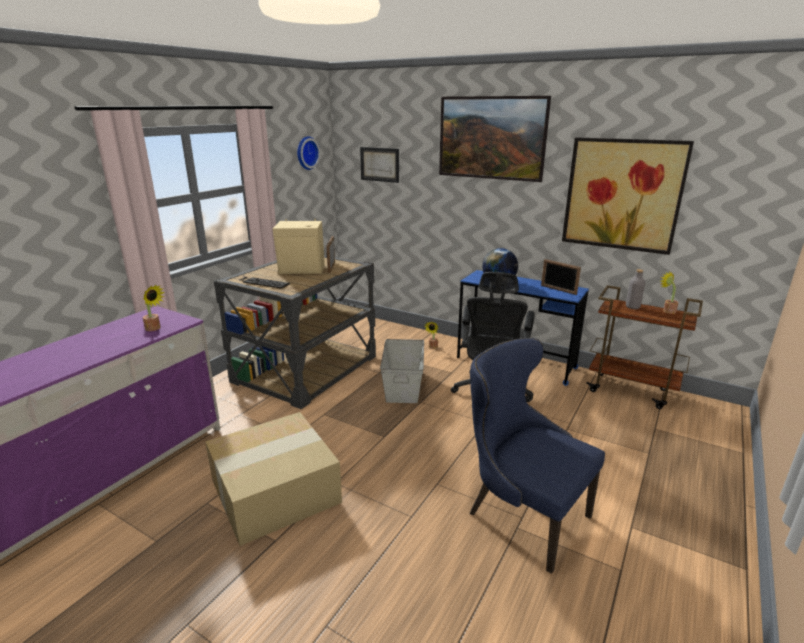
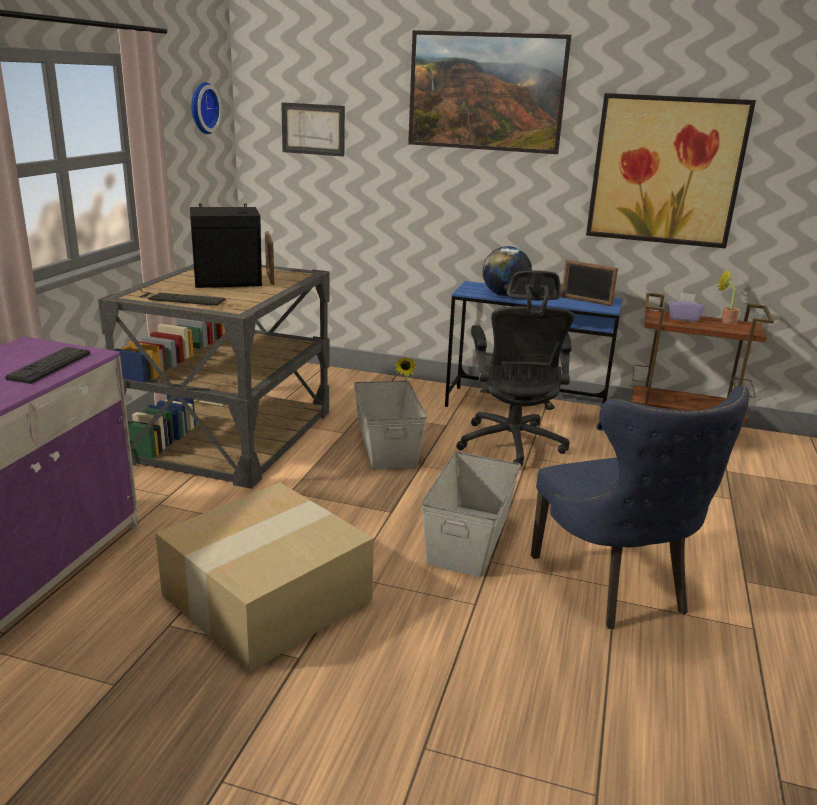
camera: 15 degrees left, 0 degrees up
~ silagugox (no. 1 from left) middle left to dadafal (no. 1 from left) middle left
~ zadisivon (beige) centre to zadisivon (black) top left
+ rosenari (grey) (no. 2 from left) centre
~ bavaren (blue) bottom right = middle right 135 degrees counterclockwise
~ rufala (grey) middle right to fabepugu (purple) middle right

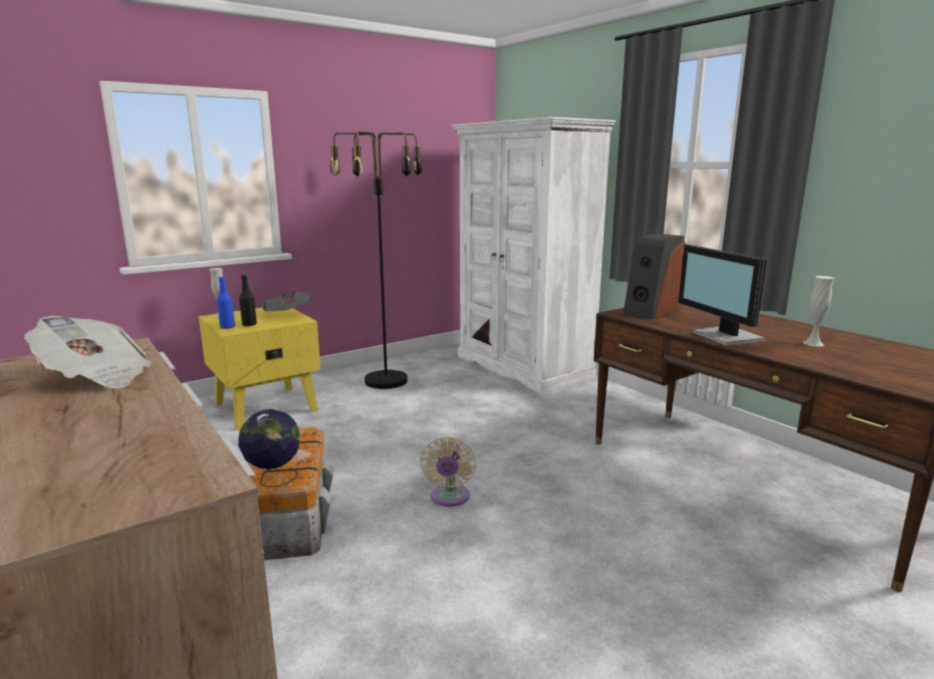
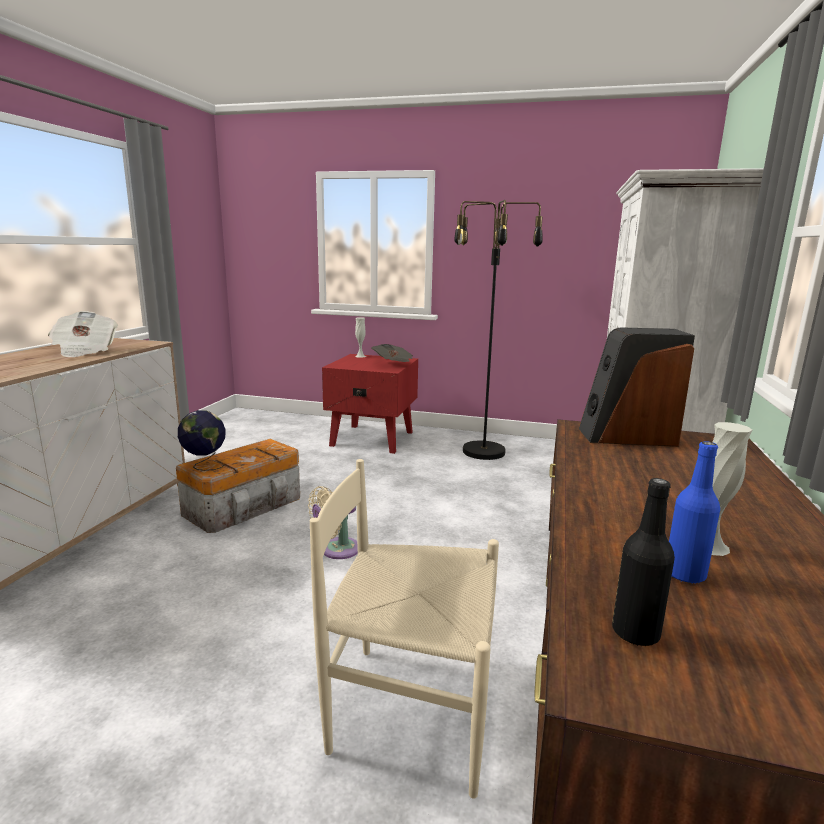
camera: 50 degrees right, 0 degrees up
+ bavaren (beige) bottom centre
~ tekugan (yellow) middle left to tekugan (red) centre
~ rufala (black) middle left to bottom right
~ rufala (blue) middle left to middle right
- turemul middle right

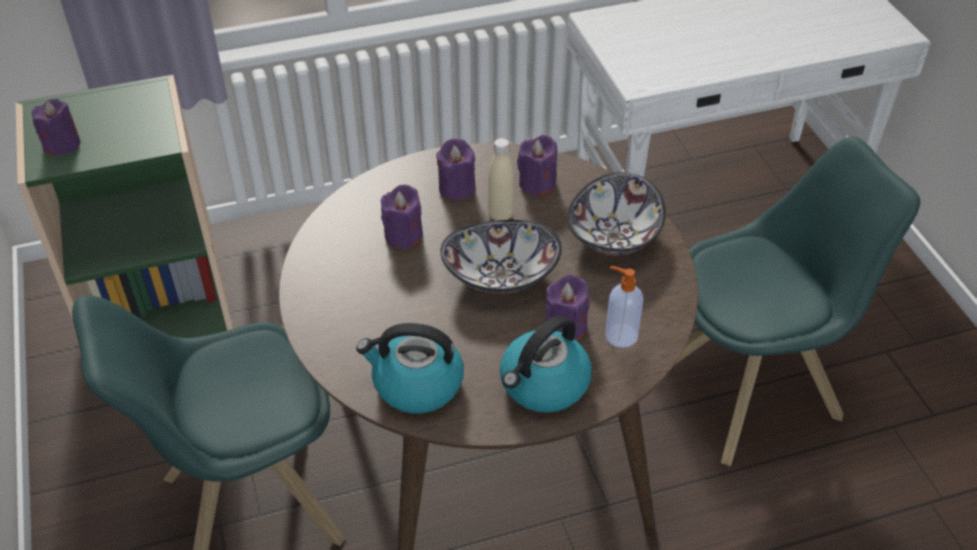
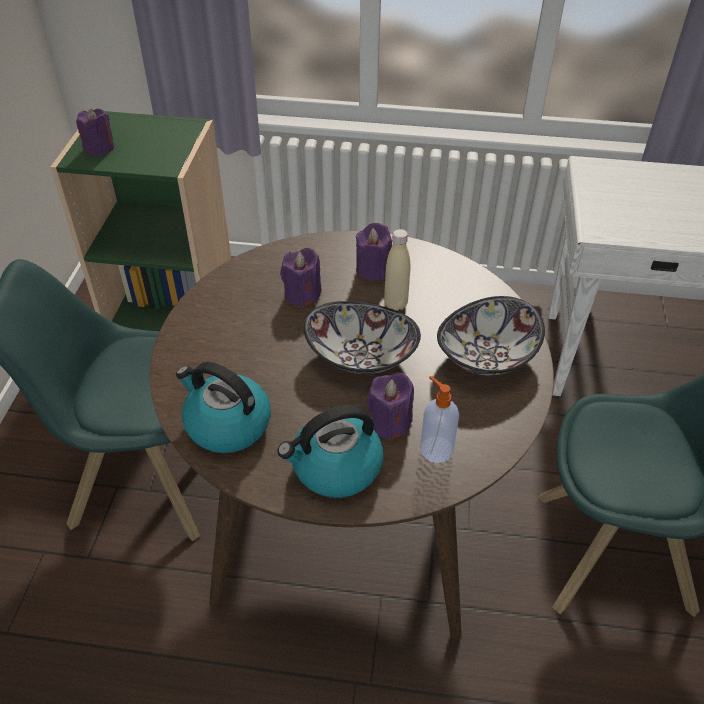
camera: 25 degrees right, 0 degrees up
- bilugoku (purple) (no. 4 from left) top centre

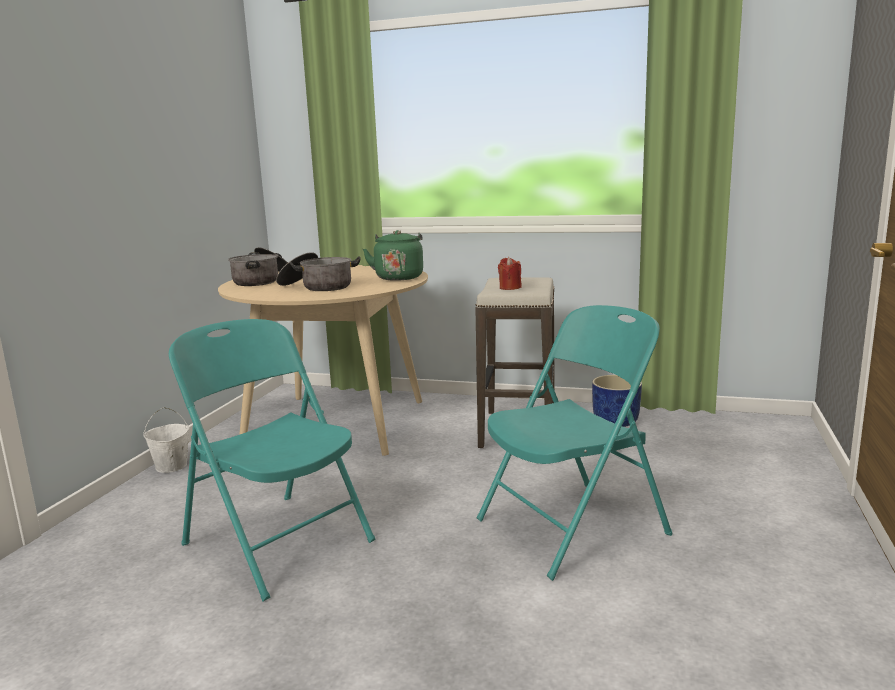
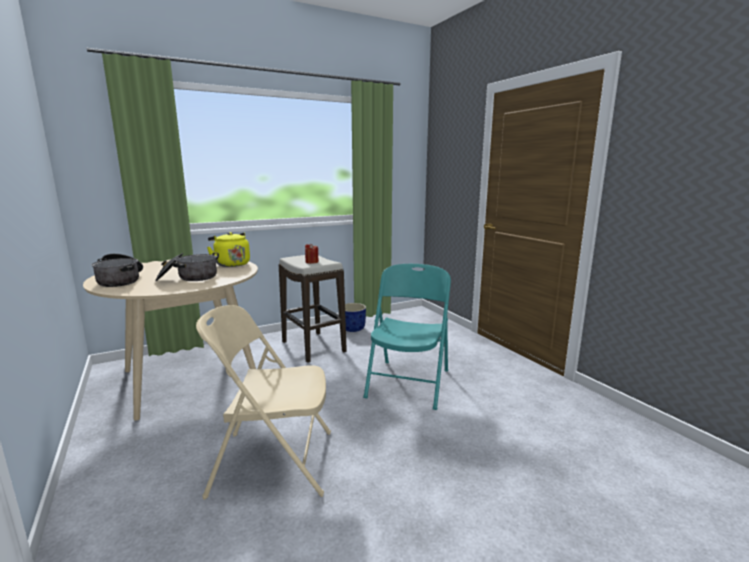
camera: 45 degrees left, 0 degrees up
~ bavaren (turquoise) (no. 1 from left) bottom left to bavaren (beige) bottom centre
~ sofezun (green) centre to sofezun (yellow) middle left
- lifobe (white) middle left

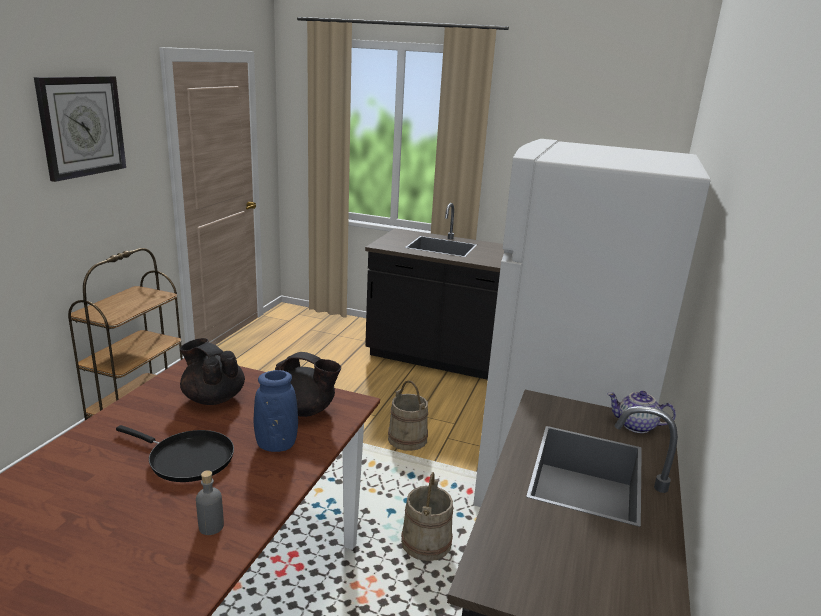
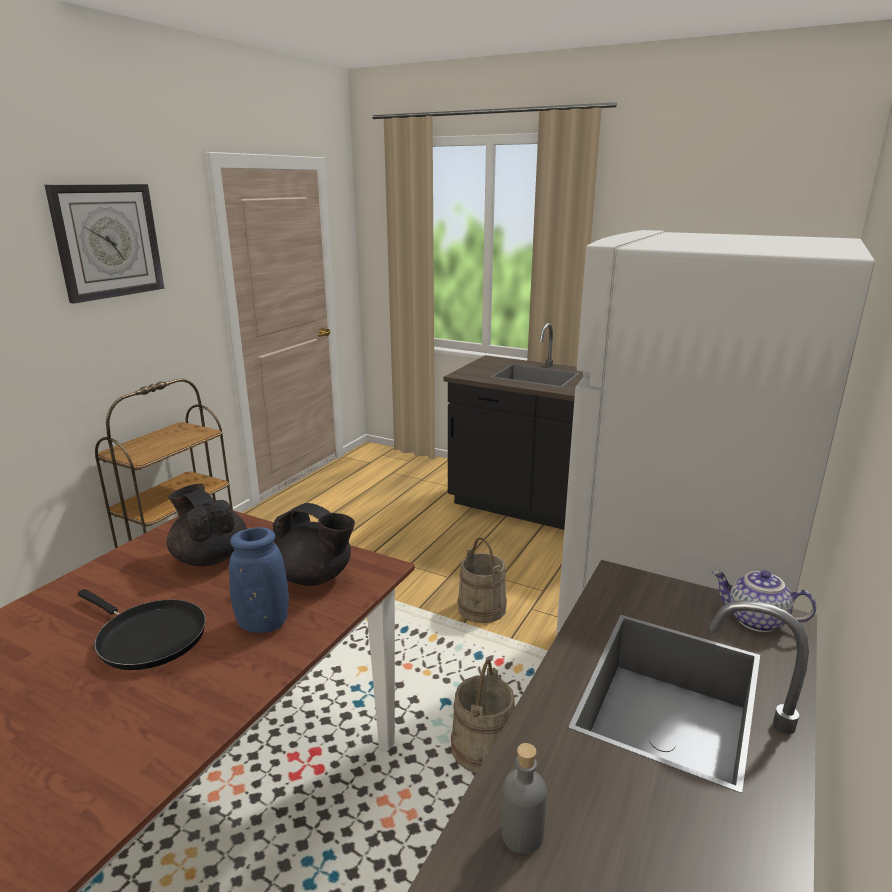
camera: 10 degrees right, 0 degrees up
~ rufala (grey) bottom left to bottom centre

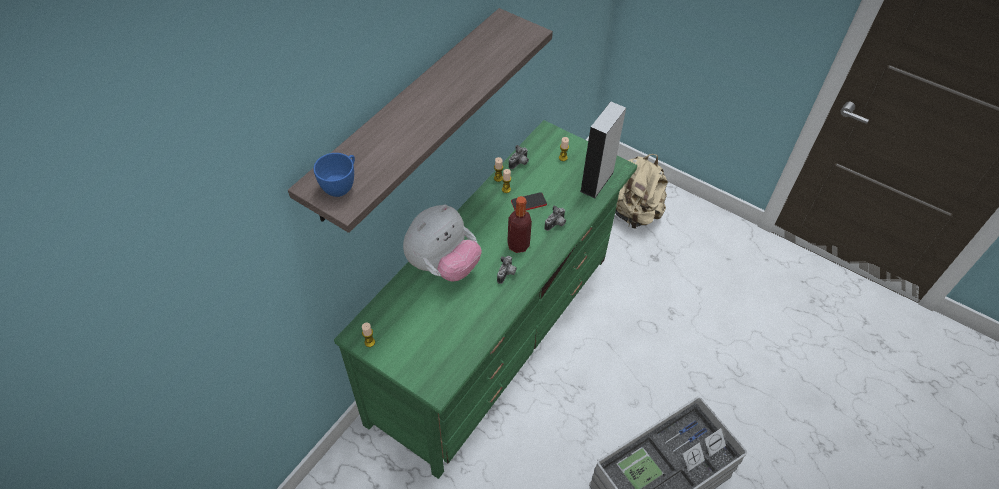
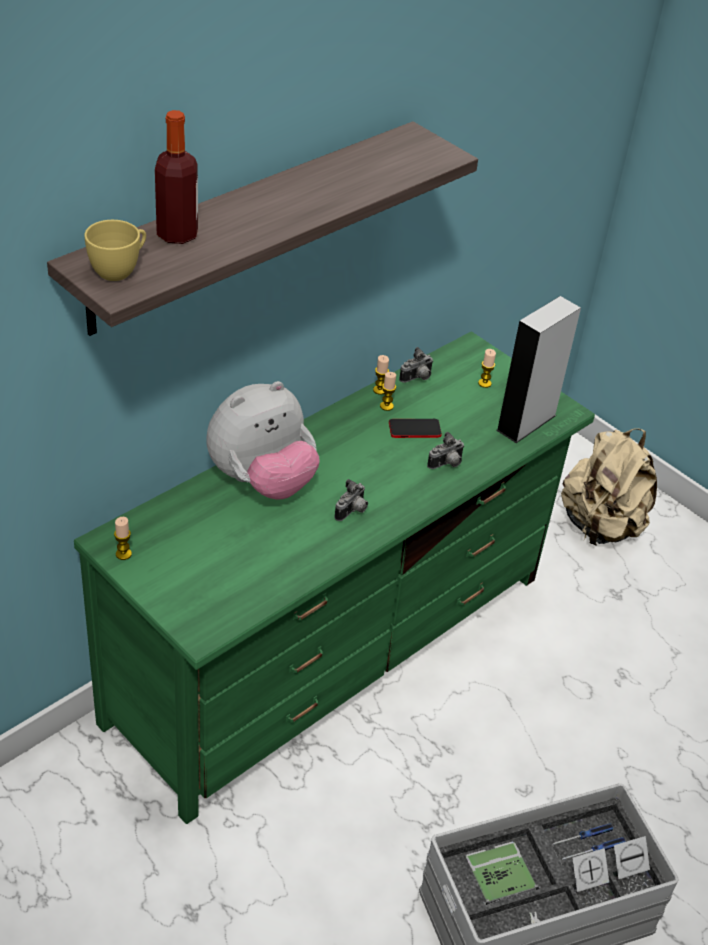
camera: 10 degrees right, 10 degrees down
~ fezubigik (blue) centre to fezubigik (yellow) top left
~ rufala centre to top left

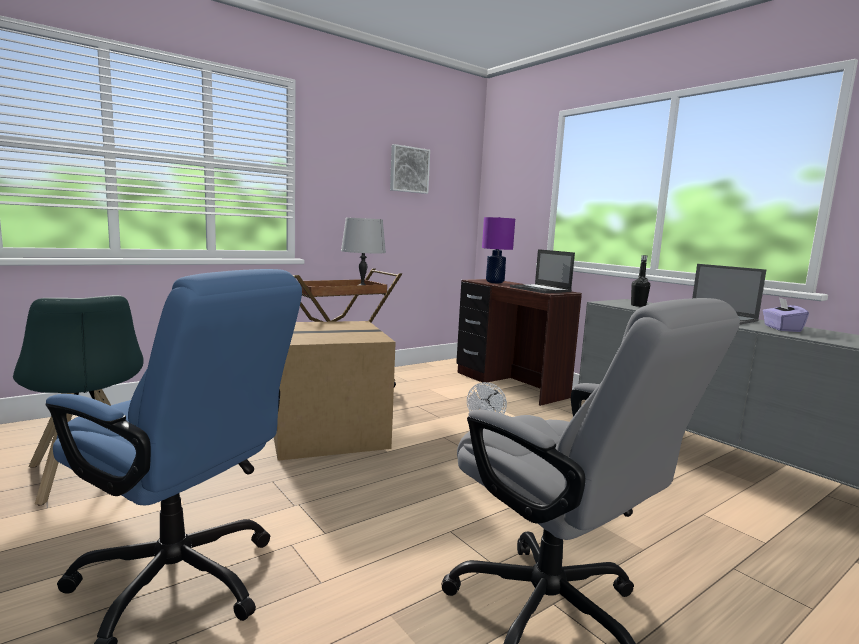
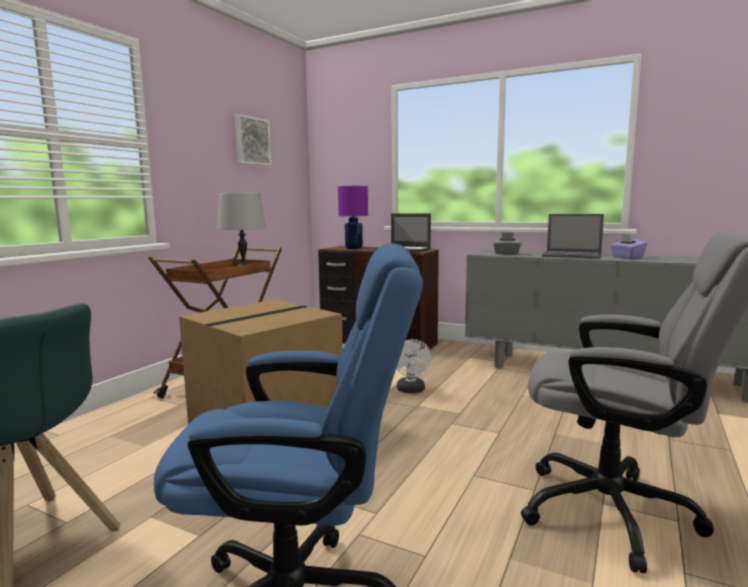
camera: 25 degrees left, 0 degrees up
~ rufala (black) middle right to fabepugu (grey) middle right

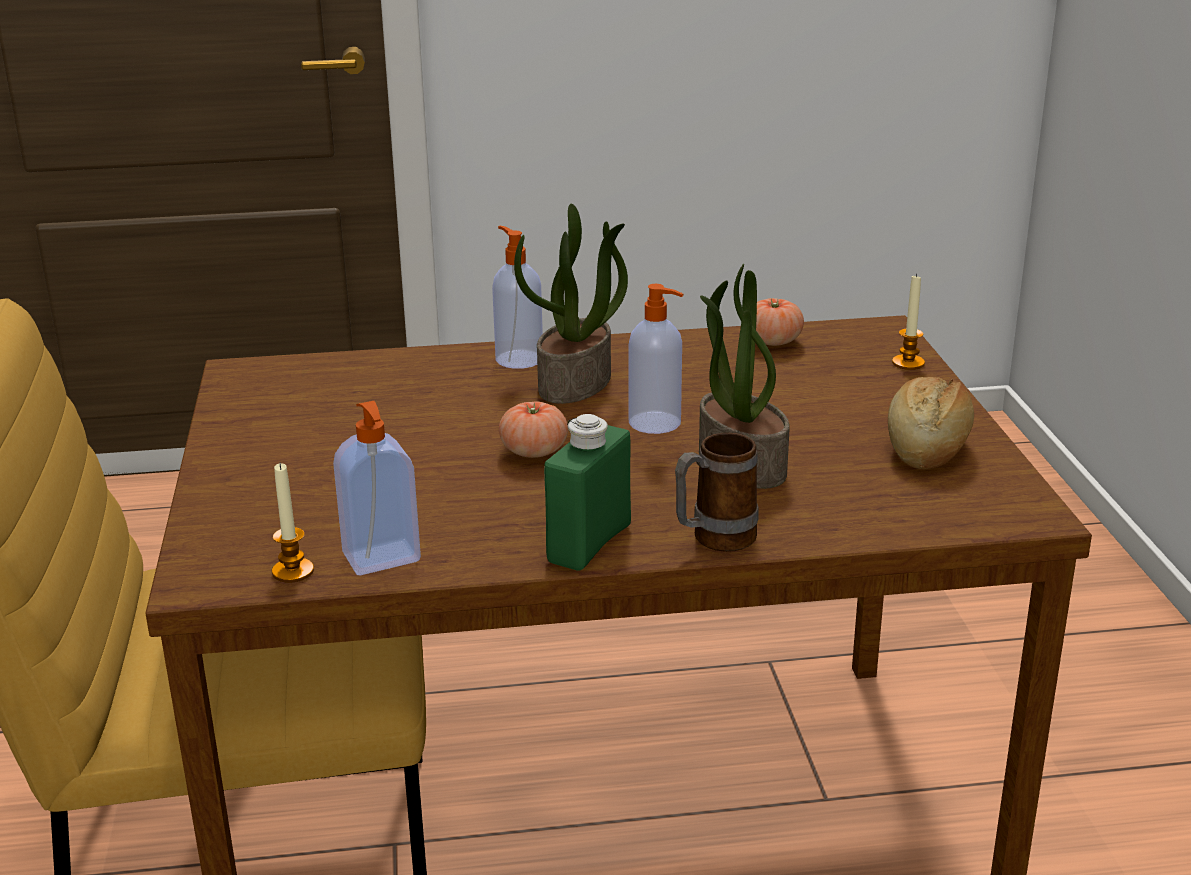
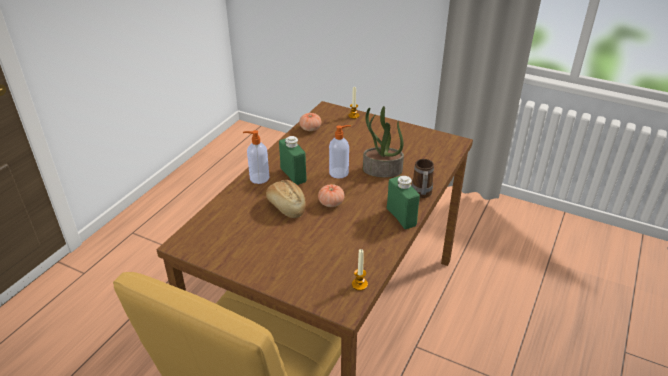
camera: 55 degrees left, 10 degrees up
~ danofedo middle right to centre
~ silagugox (no. 1 from left) centre to rufala (green) (no. 1 from left) centre
- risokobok (no. 1 from left) middle left

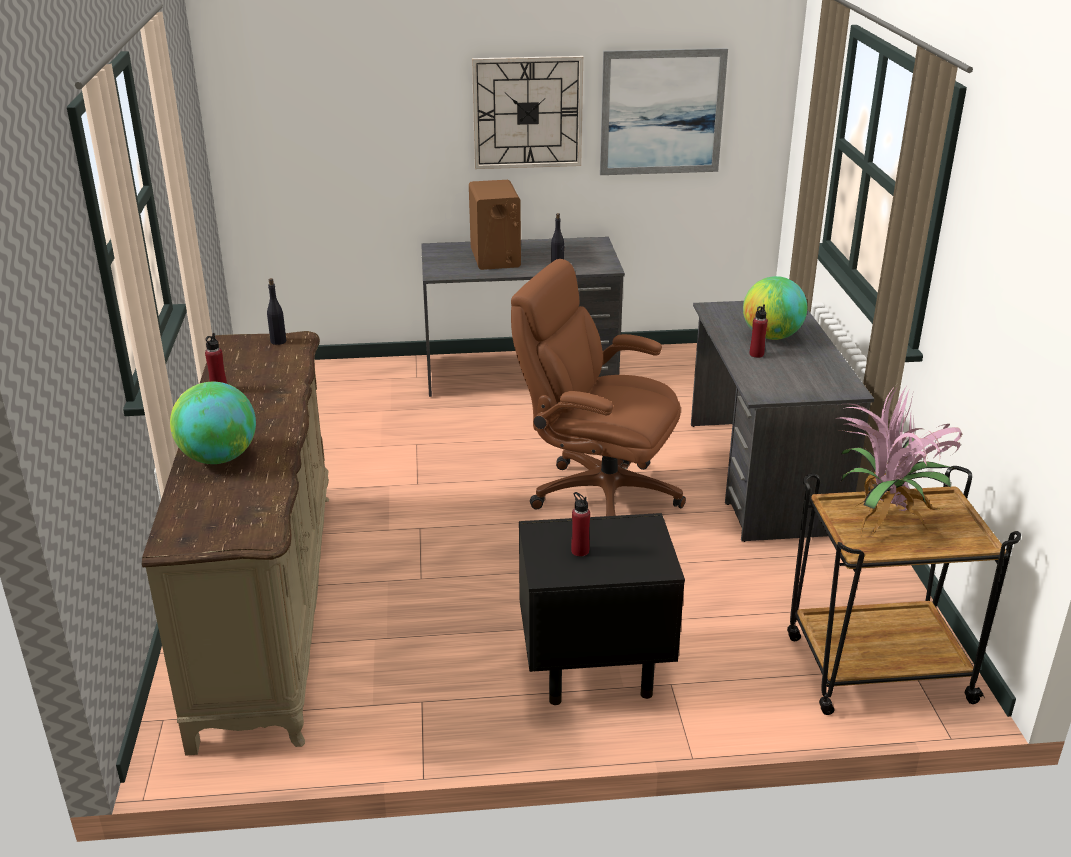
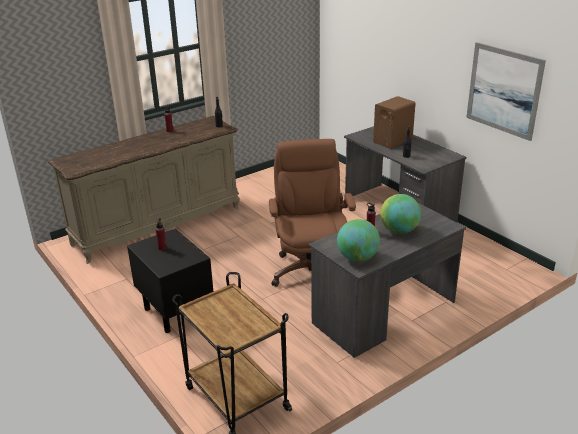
camera: 60 degrees right, 0 degrees up
~ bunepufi (no. 1 from left) middle left to centre
- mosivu top centre
- silagugox middle right

